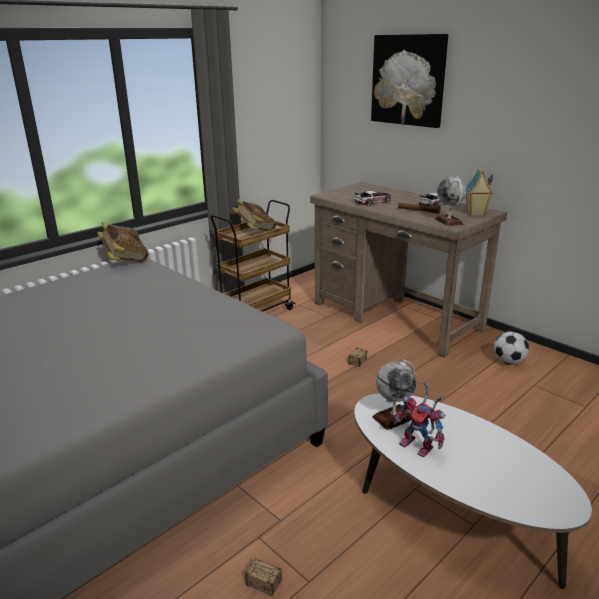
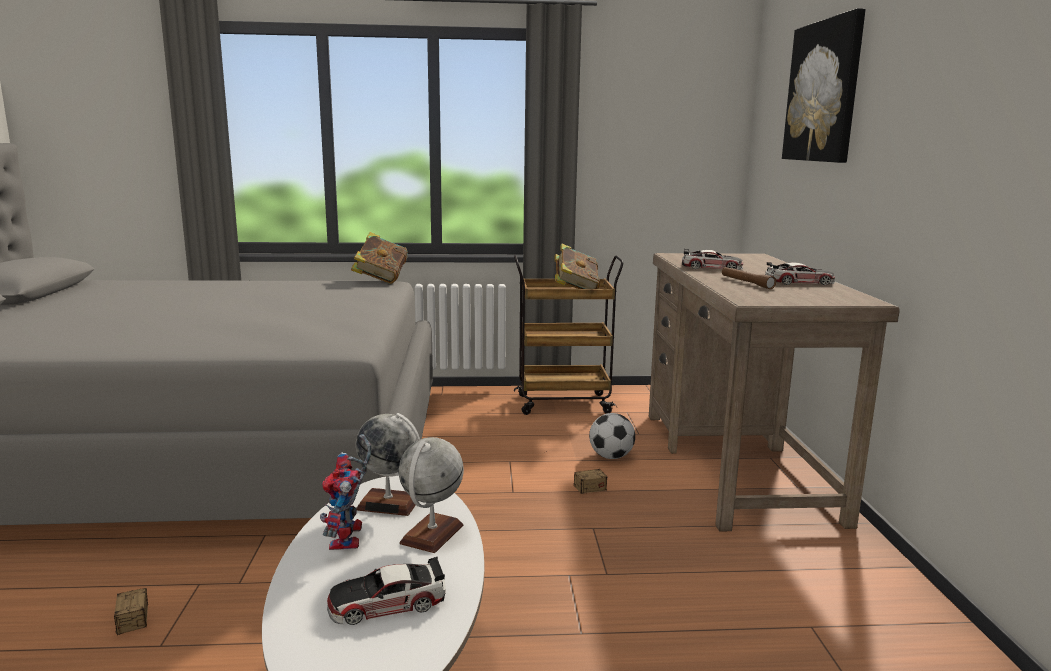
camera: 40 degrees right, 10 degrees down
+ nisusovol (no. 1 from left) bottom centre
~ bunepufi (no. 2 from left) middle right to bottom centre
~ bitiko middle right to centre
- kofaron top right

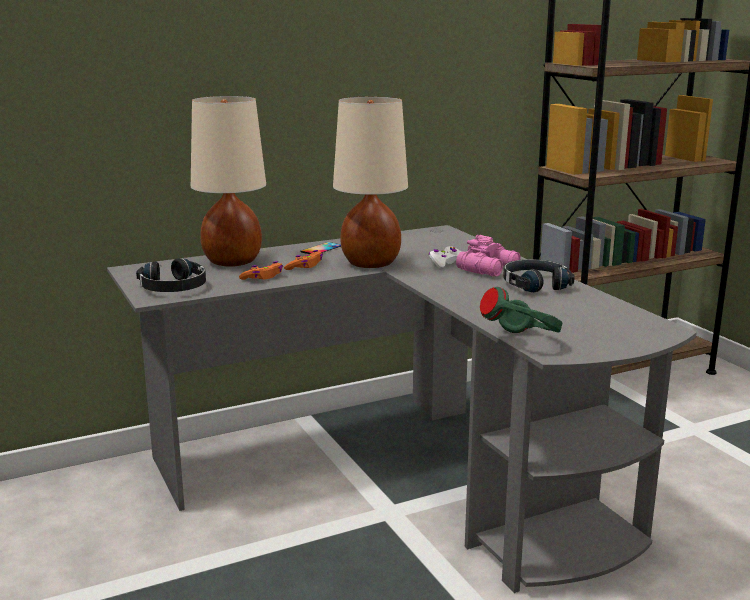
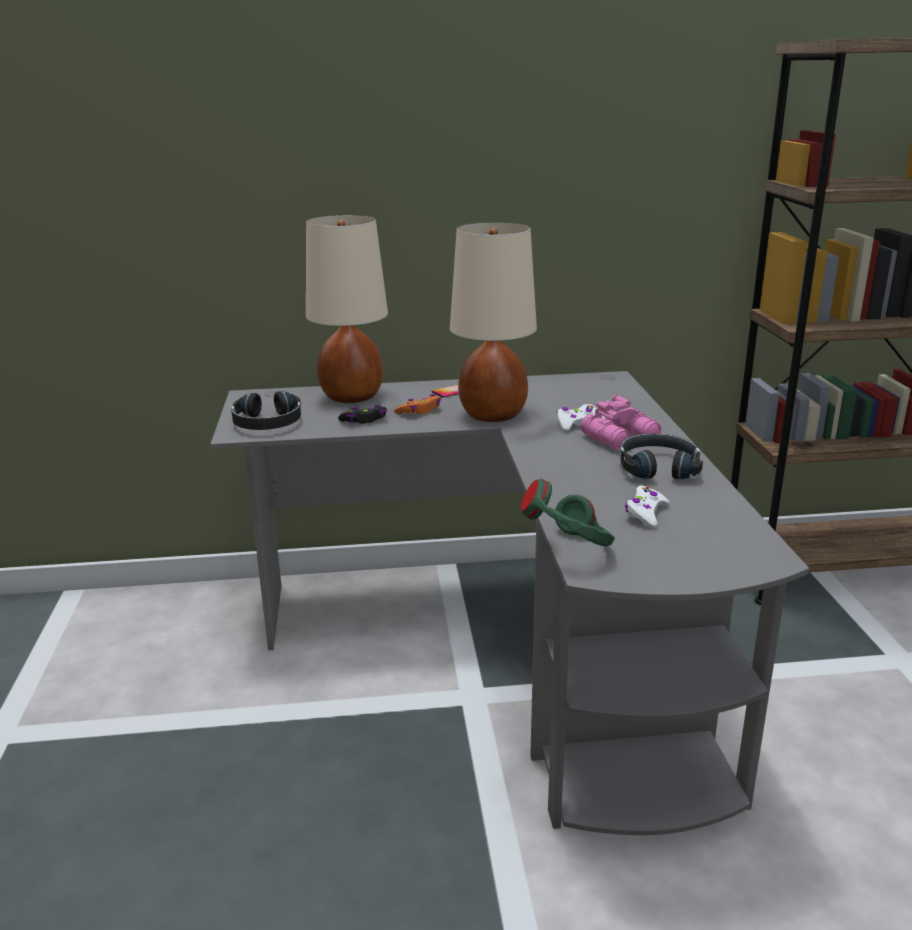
camera: 20 degrees right, 5 degrees up
~ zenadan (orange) (no. 1 from left) centre to zenadan (black) centre
+ zenadan (white) (no. 2 from left) middle right

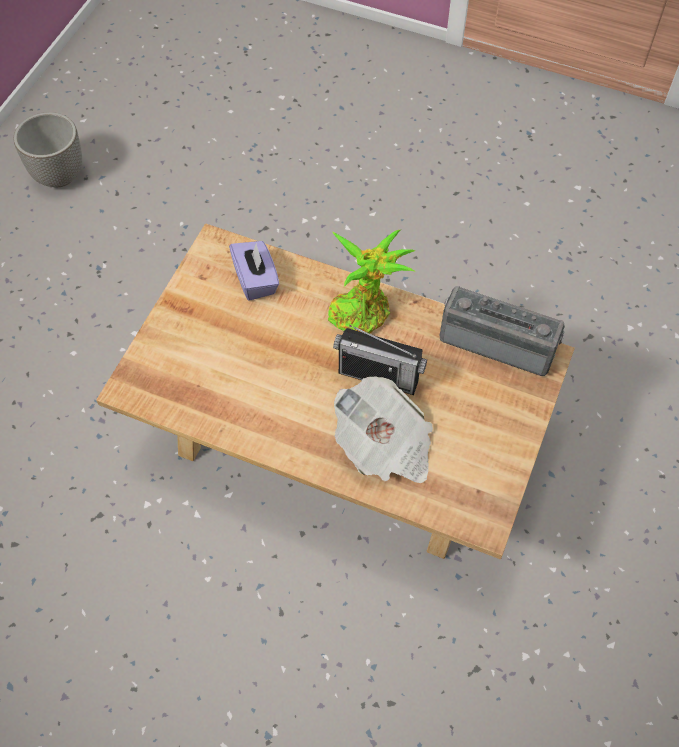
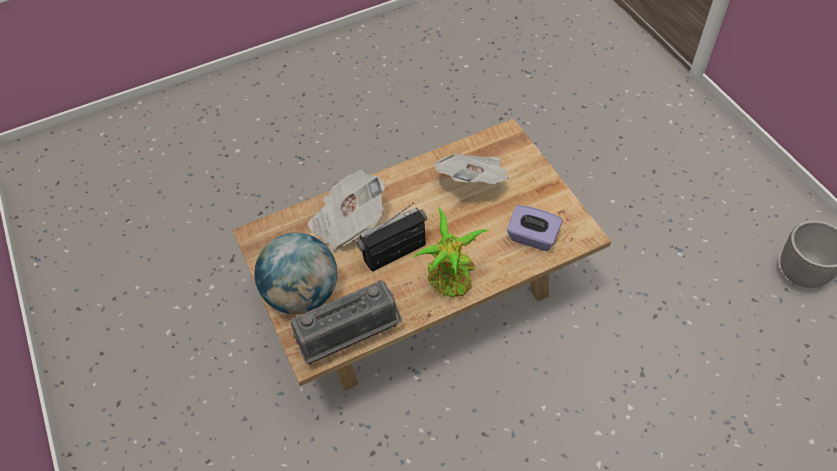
camera: 135 degrees right, 5 degrees down
+ bunepufi centre
+ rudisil (no. 2 from left) centre

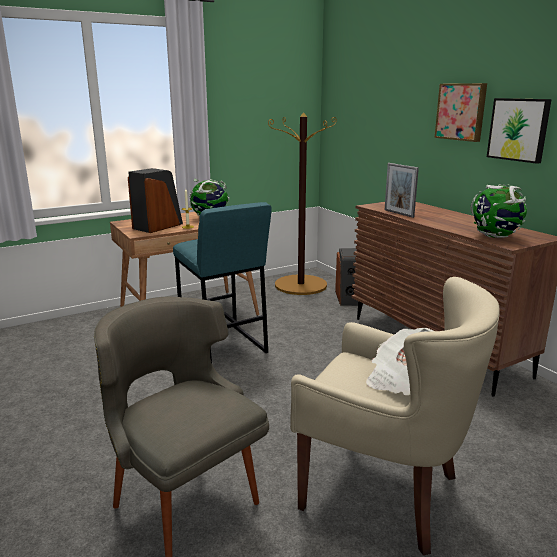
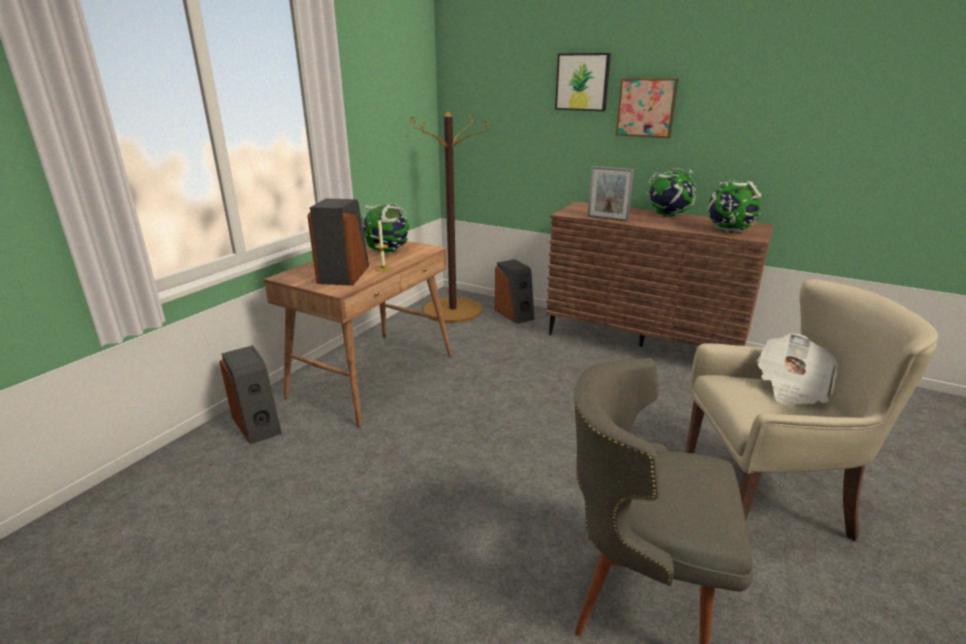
camera: 30 degrees left, 5 degrees up
+ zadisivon (no. 1 from left) middle left
~ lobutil (no. 2 from left in the first image) top right to lobutil (no. 1 from left) top centre
+ bunepufi (no. 2 from left) top right
- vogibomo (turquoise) centre

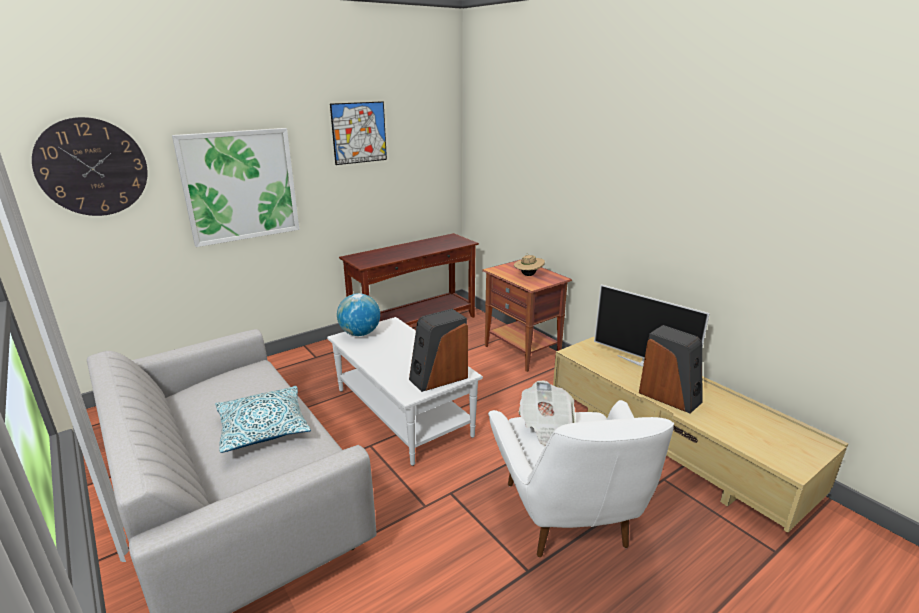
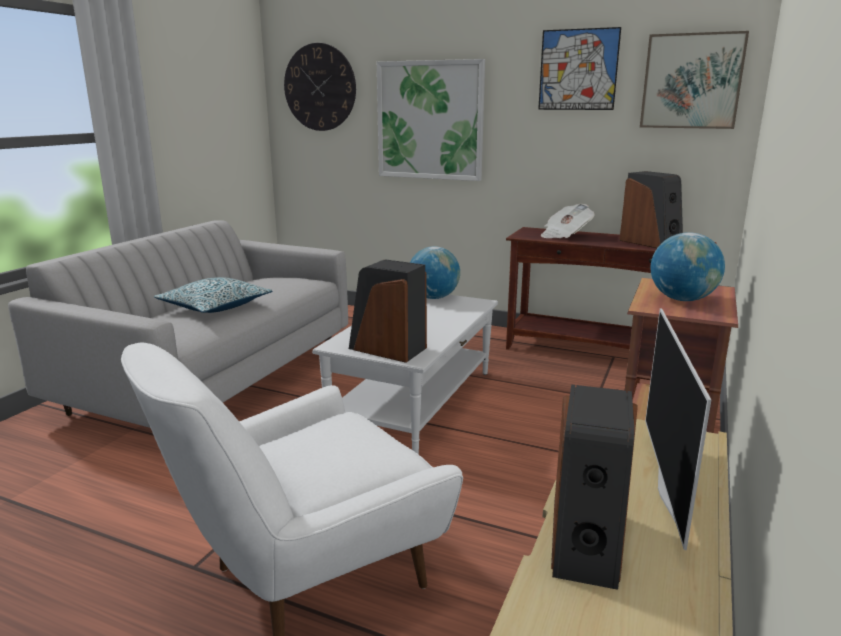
camera: 60 degrees right, 5 degrees down
~ rudisil bottom centre to middle right
+ zadisivon (no. 3 from left) top right
+ lobutil (no. 3 from left) top right
~ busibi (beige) centre to bunepufi (no. 2 from left) middle right

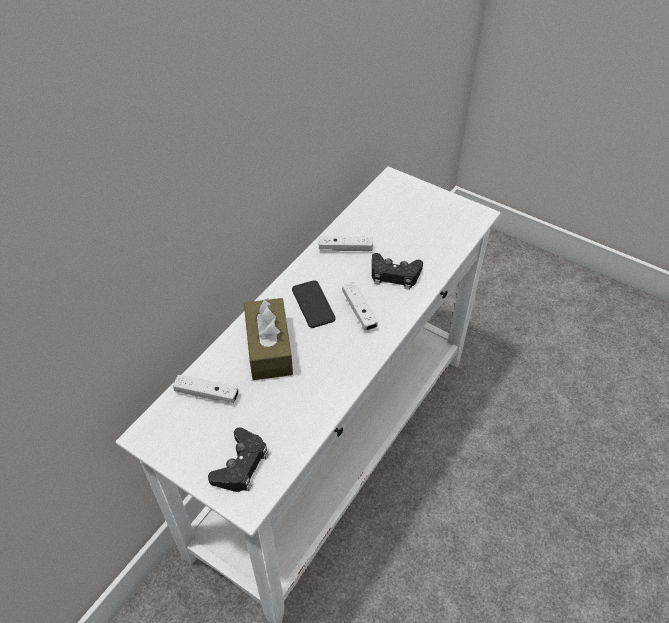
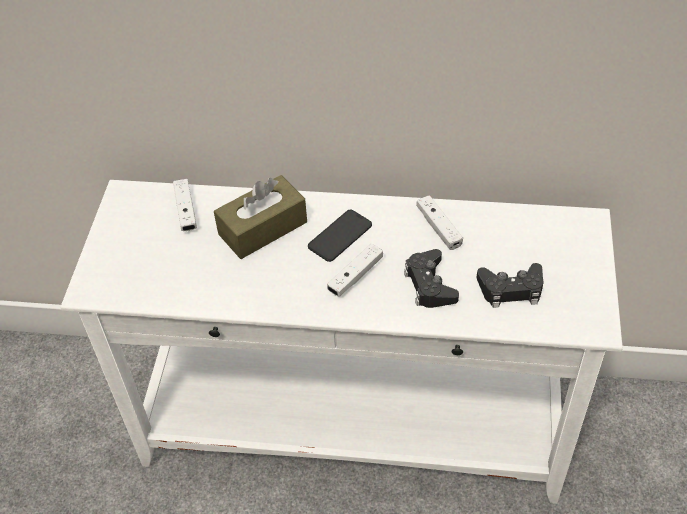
camera: 65 degrees right, 0 degrees up
~ zenadan (black) (no. 1 from left in the first image) bottom centre to zenadan (black) (no. 2 from left) middle right

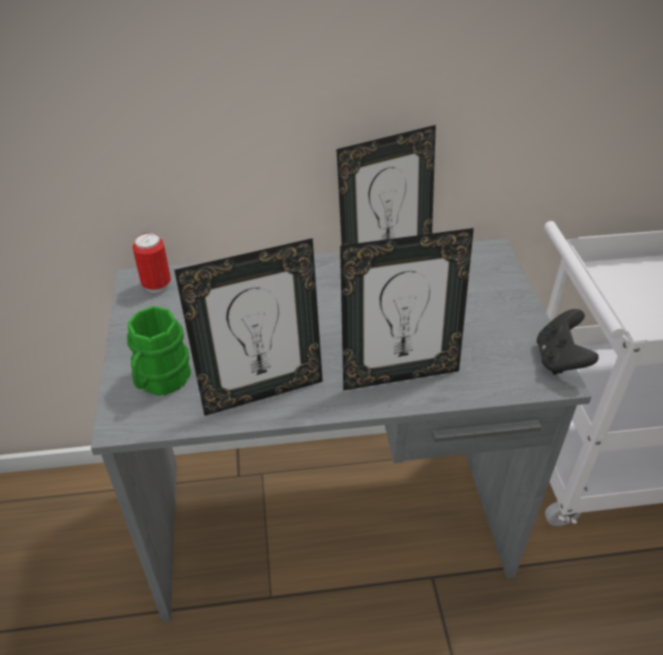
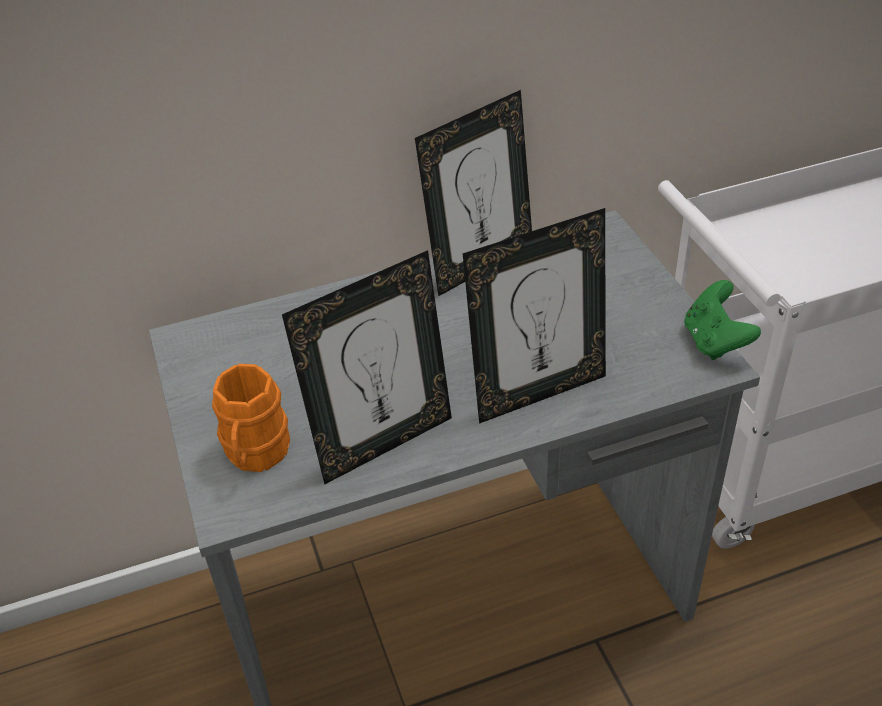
camera: 10 degrees left, 0 degrees up
~ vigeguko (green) middle left to vigeguko (orange) middle left
~ zenadan (black) middle right to zenadan (green) middle right
- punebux middle left

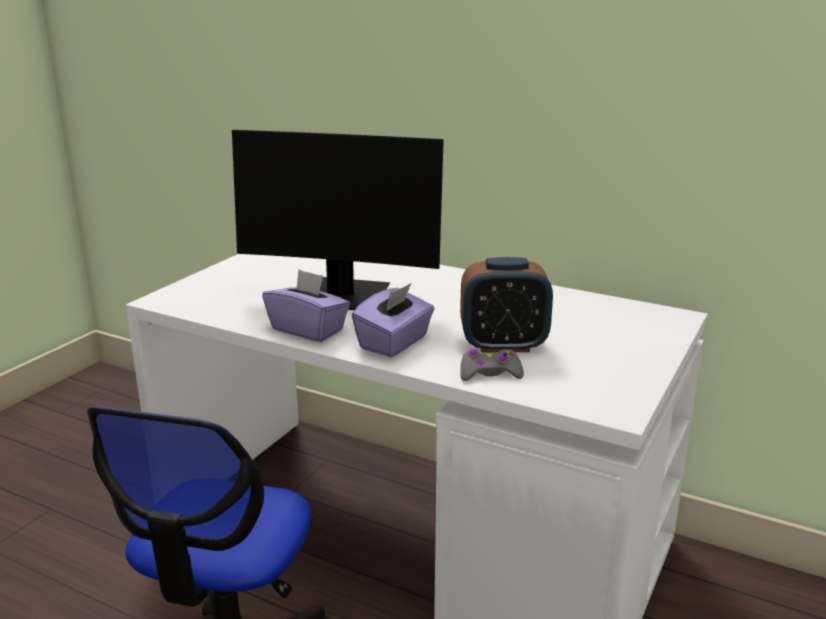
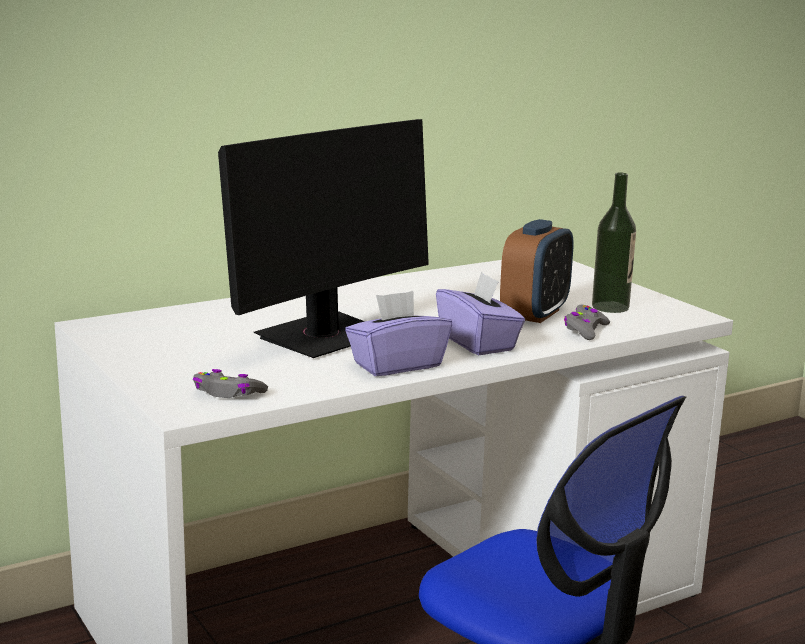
camera: 60 degrees left, 5 degrees down
+ zenadan (grey) (no. 1 from left) middle left
+ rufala middle right

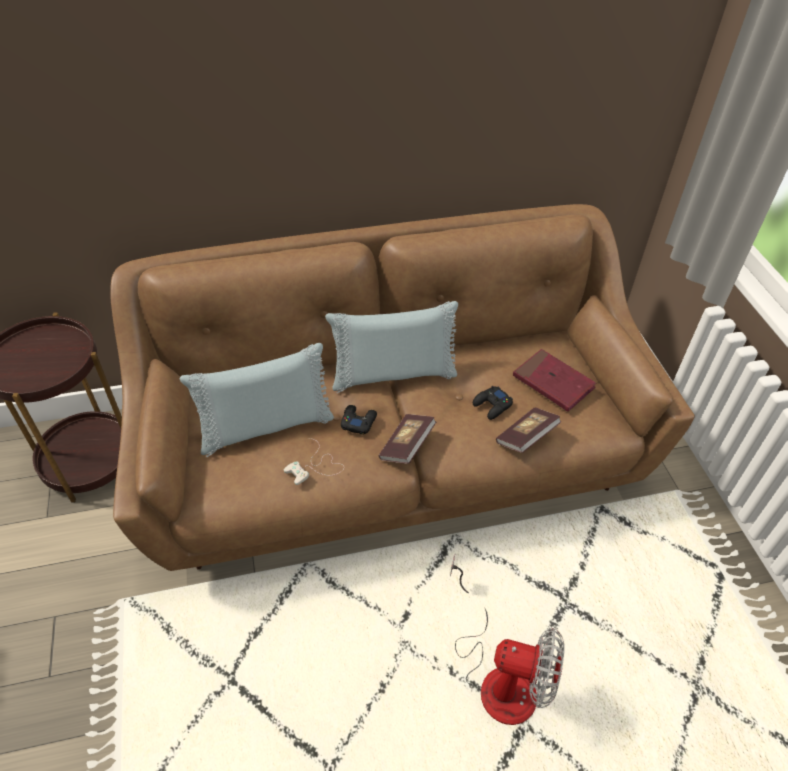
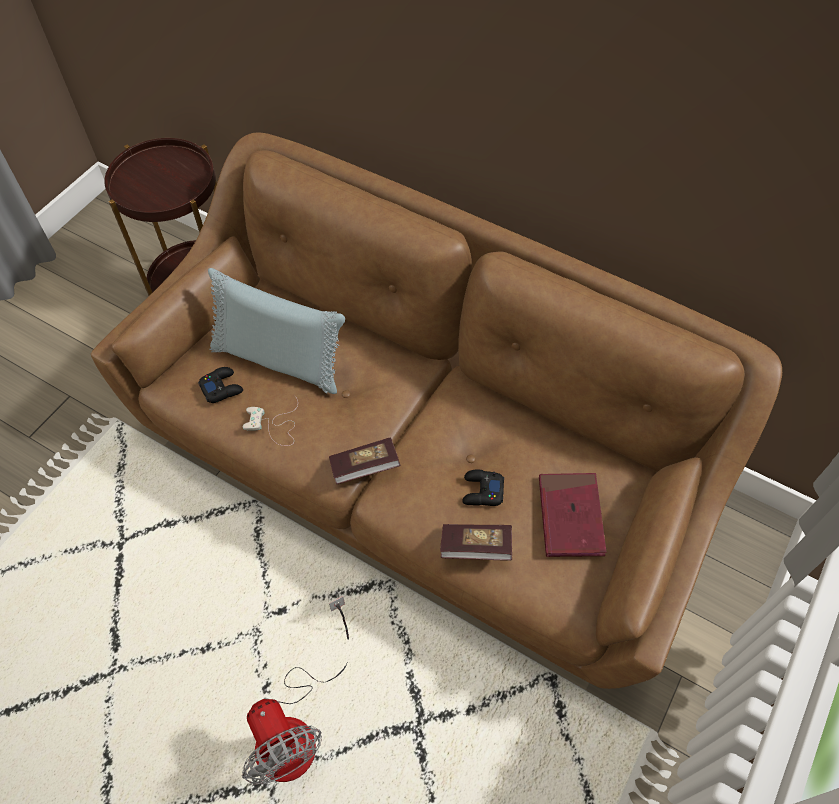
camera: 45 degrees right, 10 degrees up
~ zenadan (black) (no. 1 from left) centre to middle left
- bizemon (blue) (no. 2 from left) centre

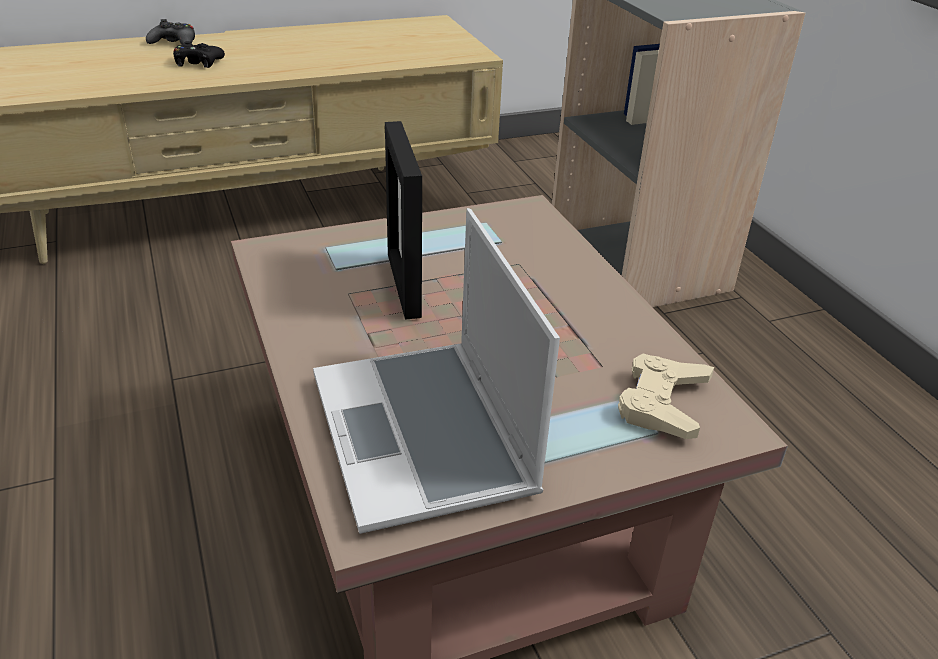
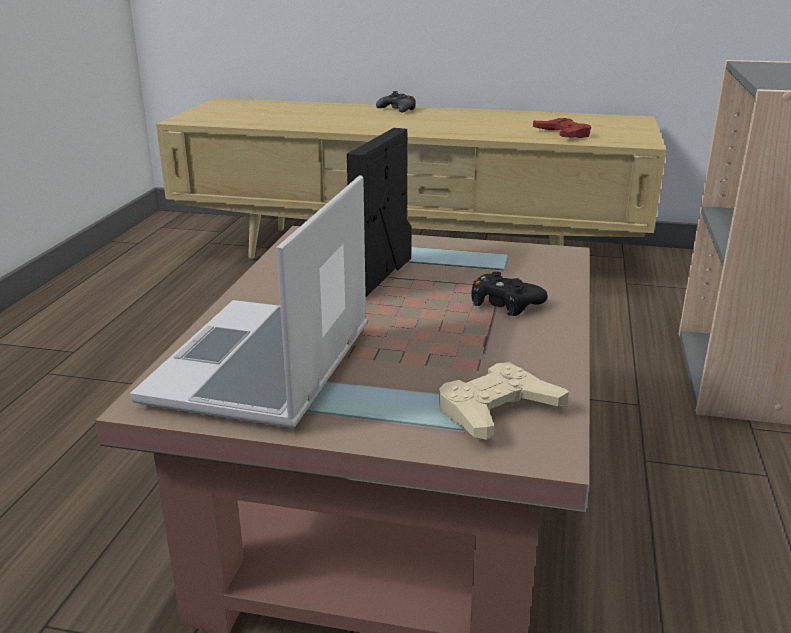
camera: 35 degrees right, 10 degrees down
~ zenadan (black) (no. 2 from left) top left to centre
+ zenadan (red) top right

